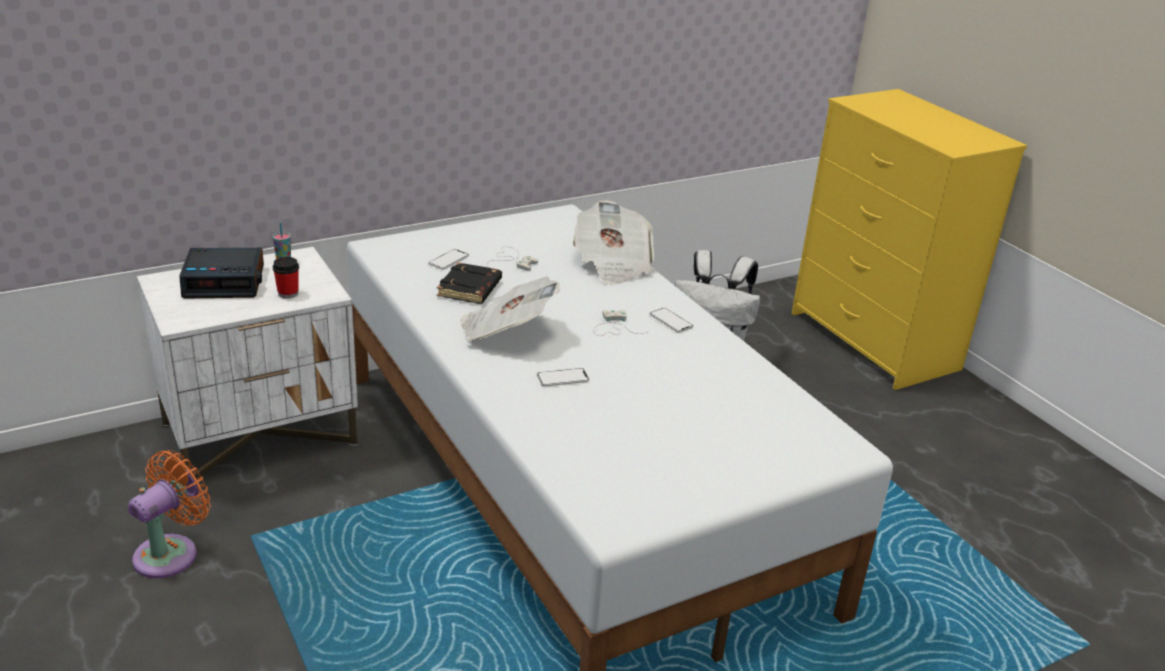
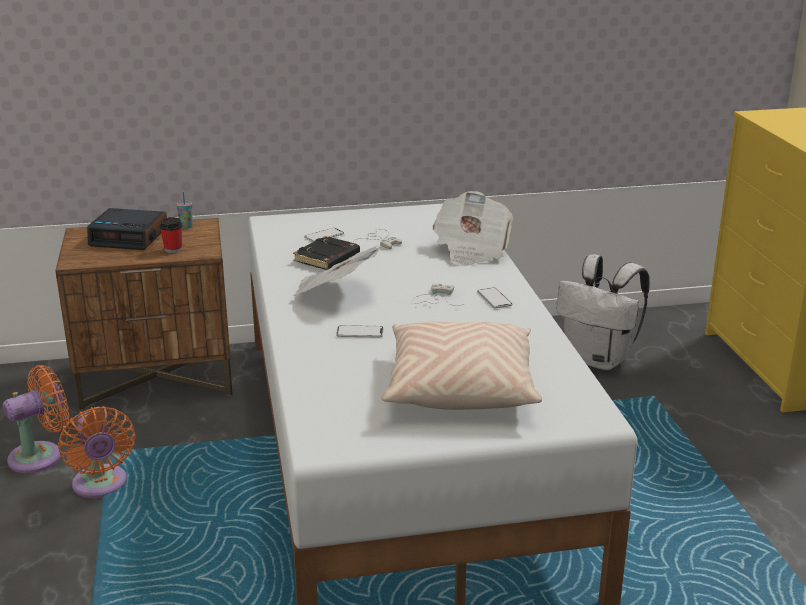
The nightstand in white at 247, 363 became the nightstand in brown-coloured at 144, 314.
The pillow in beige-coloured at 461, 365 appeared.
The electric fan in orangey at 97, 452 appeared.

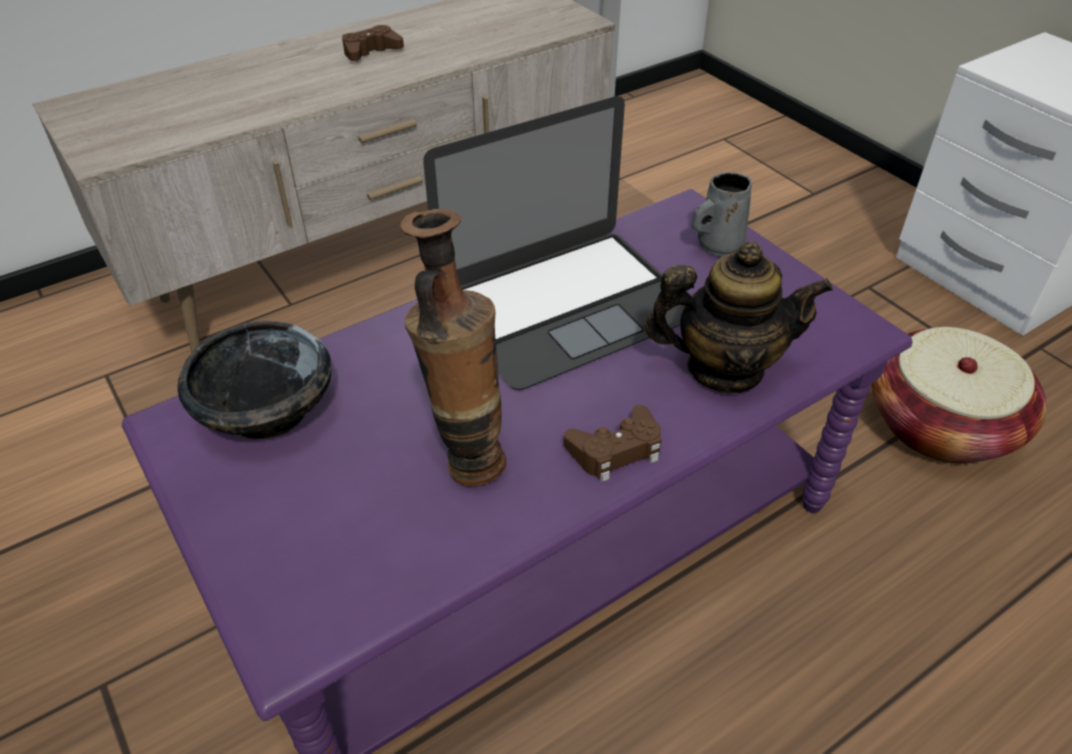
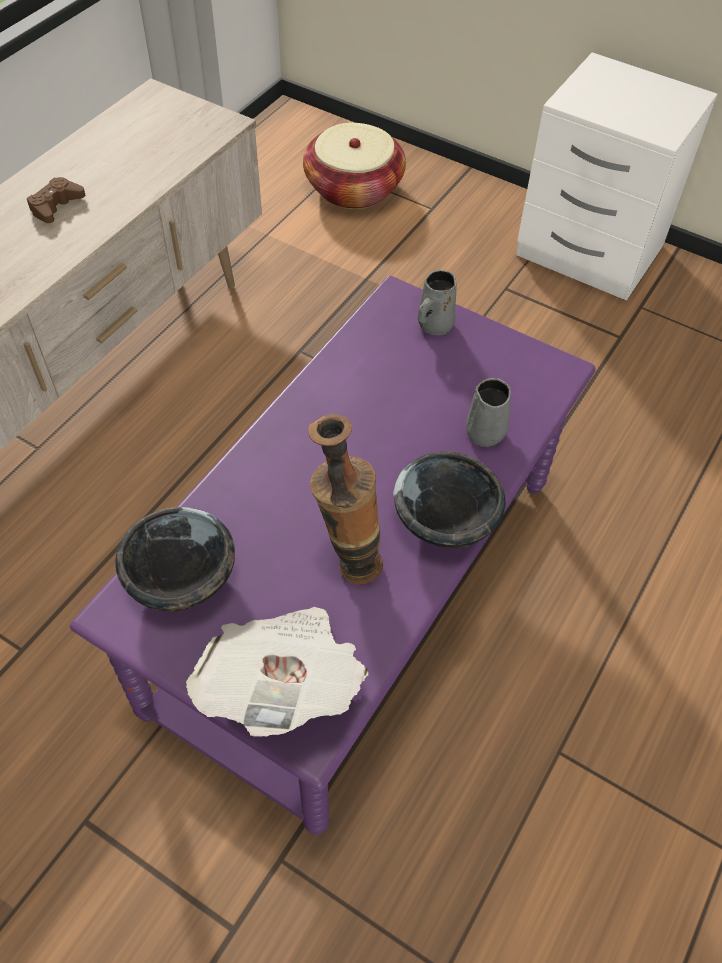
The notebook computer at 554, 243 disappeared.
The tea pot at 738, 317 was replaced by the mug in grey at 488, 412.
The household basket moved from 959, 395 to 354, 166.
The gamepad in brown-coloured at 613, 443 was replaced by the serving bowl in black-coloured at 449, 499.
The printed paper at 277, 672 appeared.

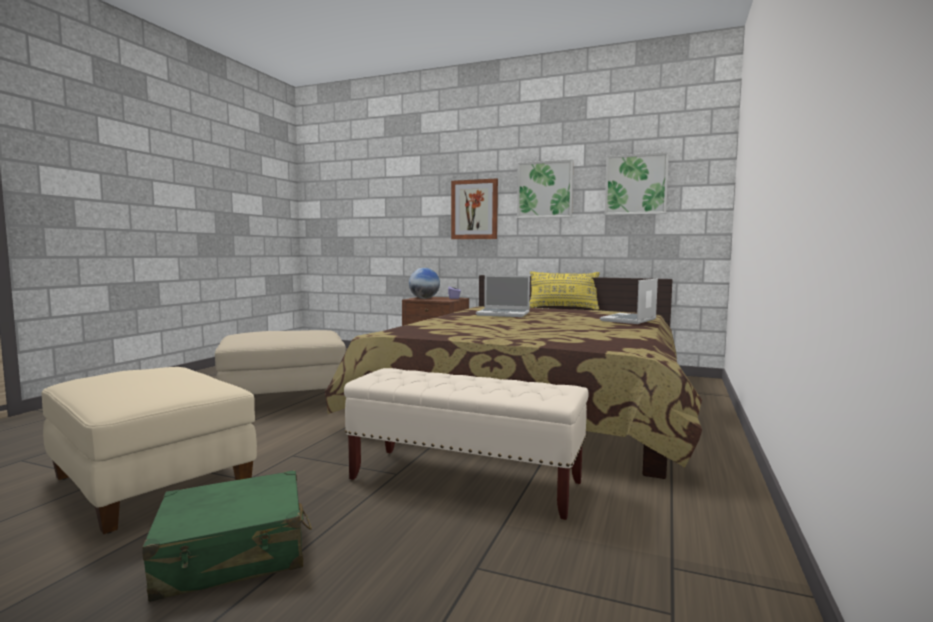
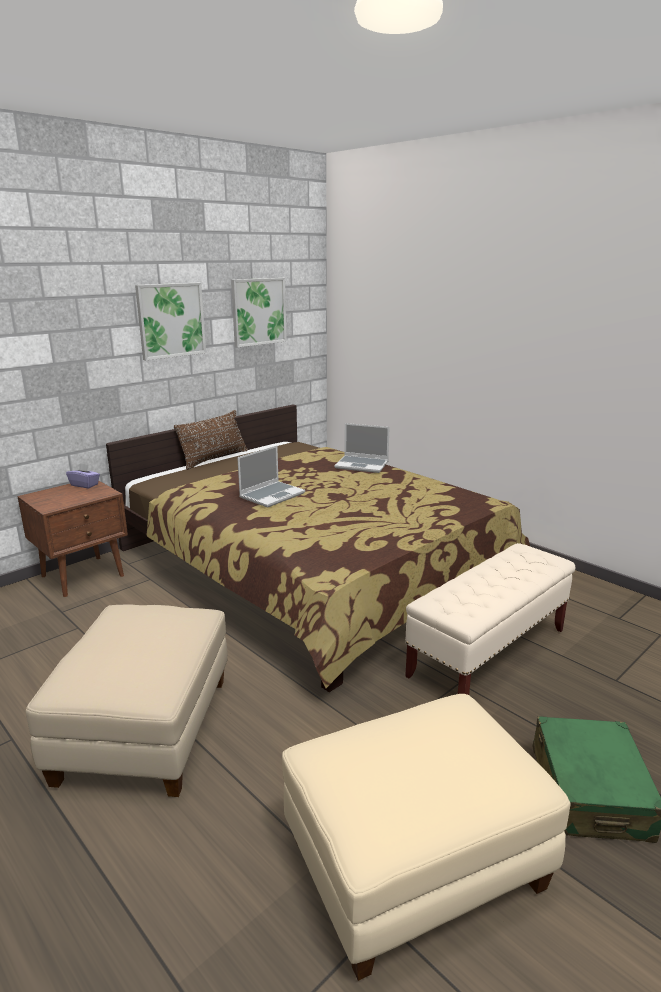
The wall picture at 474, 208 disappeared.
The desk globe at 424, 283 disappeared.
The pillow in yellow-coloured at 564, 290 became the pillow in brown-coloured at 211, 440.
The notebook computer at 629, 301 turned 45 degrees counterclockwise.

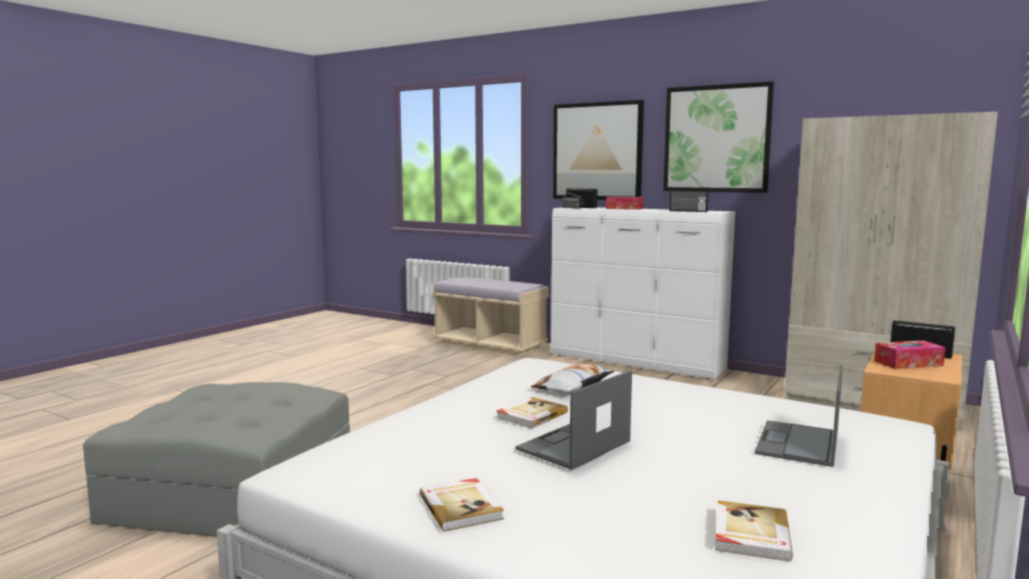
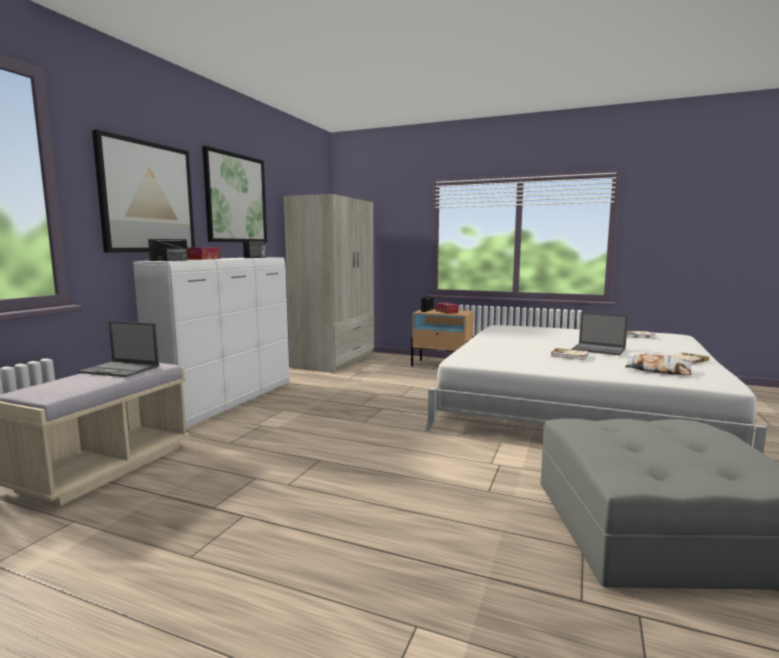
The pillow moved from 572, 379 to 659, 364.
The notebook computer moved from 799, 416 to 118, 349.

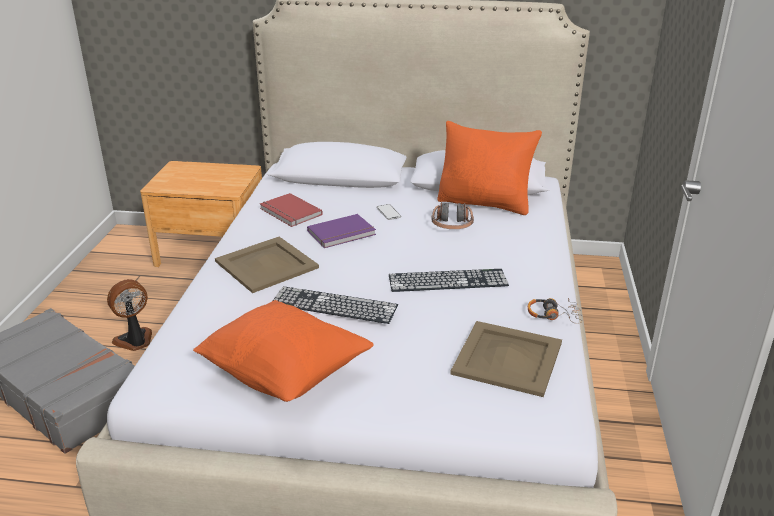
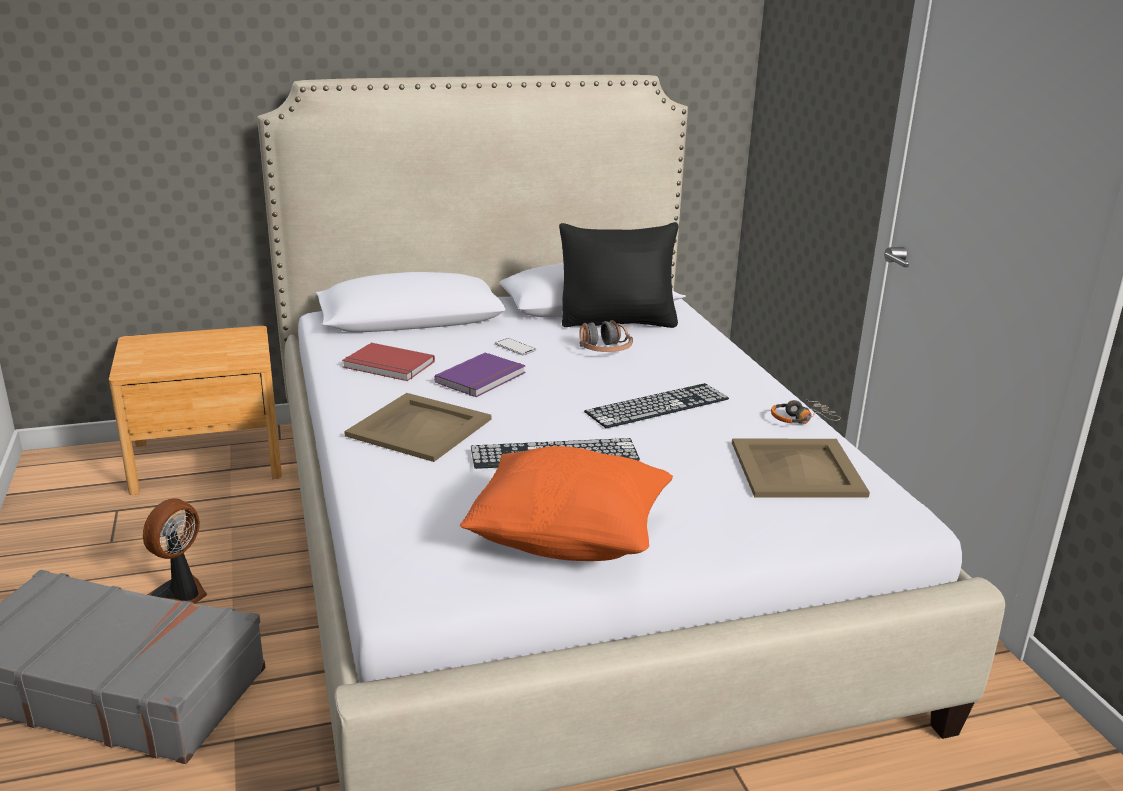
The pillow in orangey at 489, 168 became the pillow in black-coloured at 618, 275.

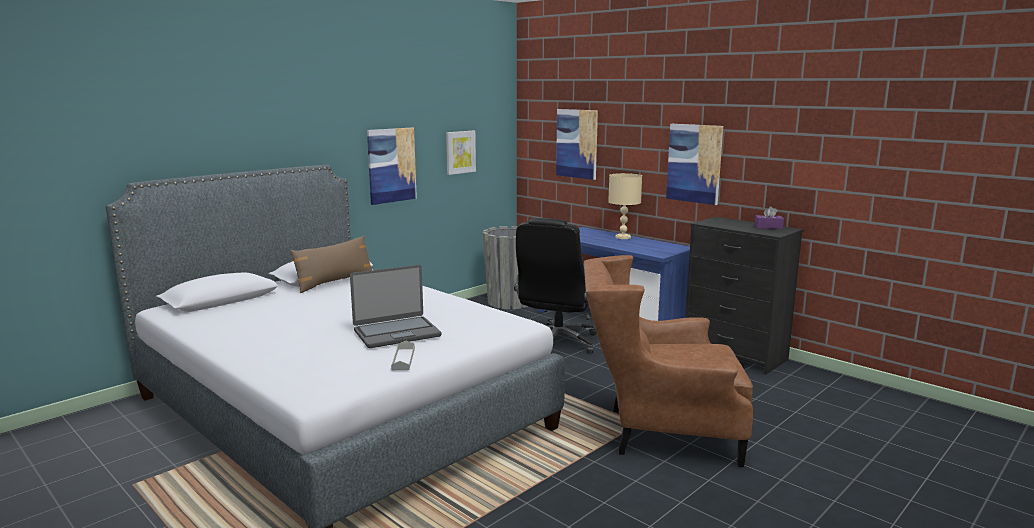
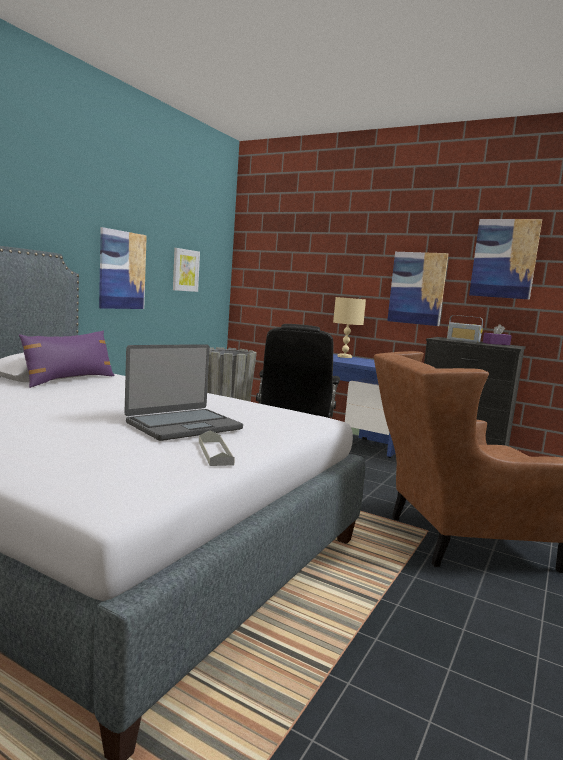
The wall picture moved from 577, 144 to 505, 259.
The pillow in brown-coloured at 331, 264 became the pillow in purplish at 66, 359.
The radio set at 465, 329 appeared.

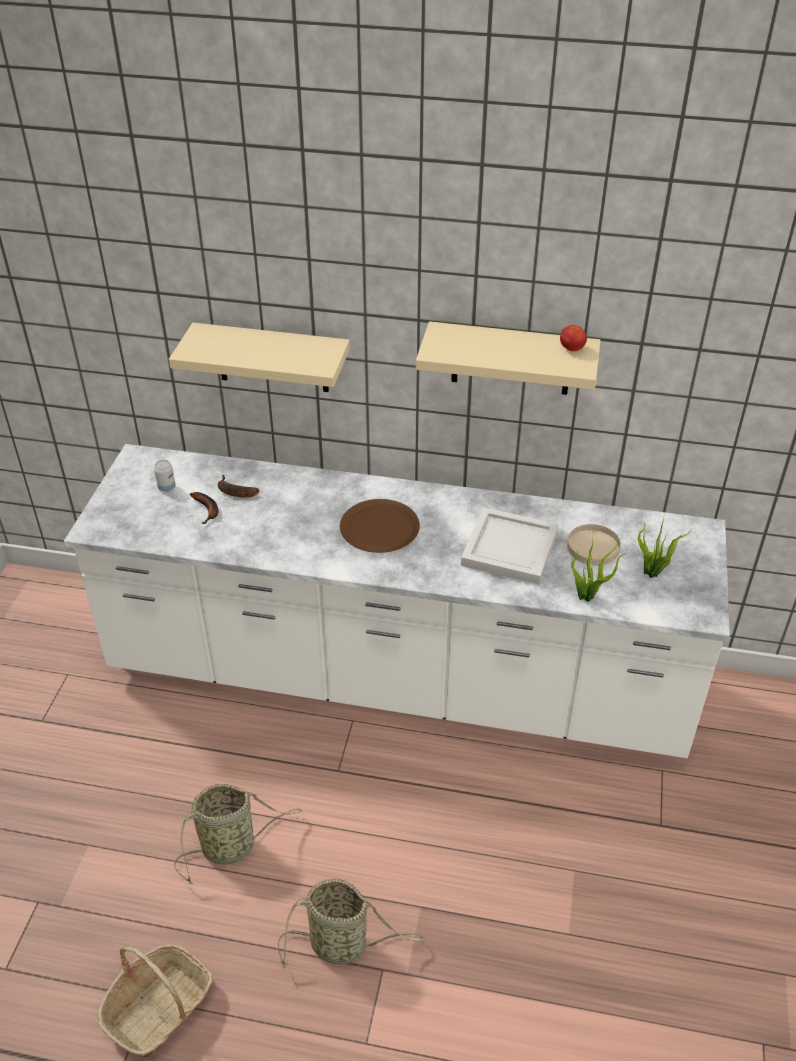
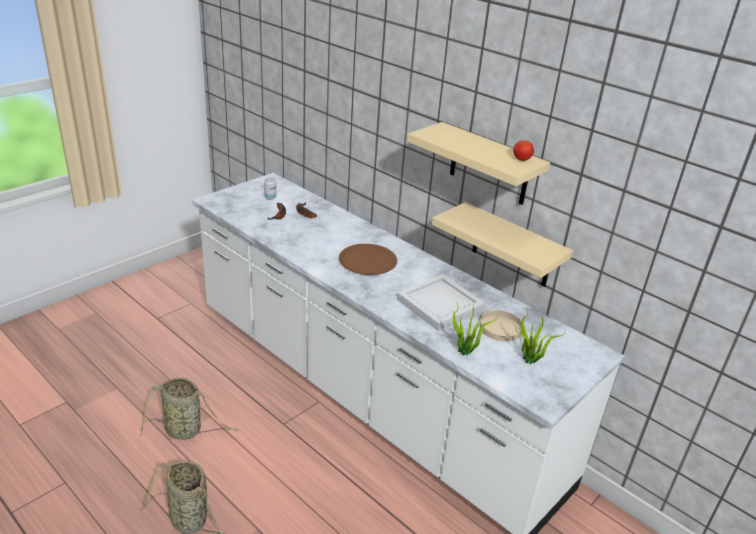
The shelf in beige-coloured moved from 259, 357 to 502, 244.
The household basket at 155, 1000 disappeared.

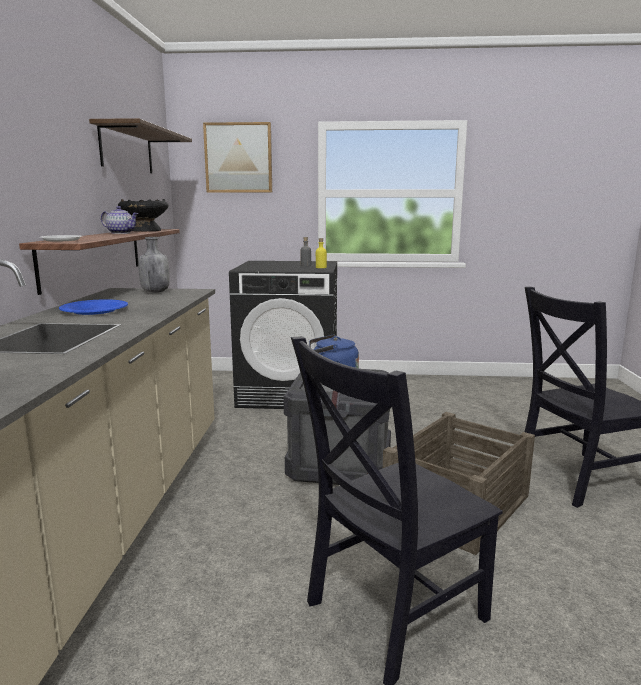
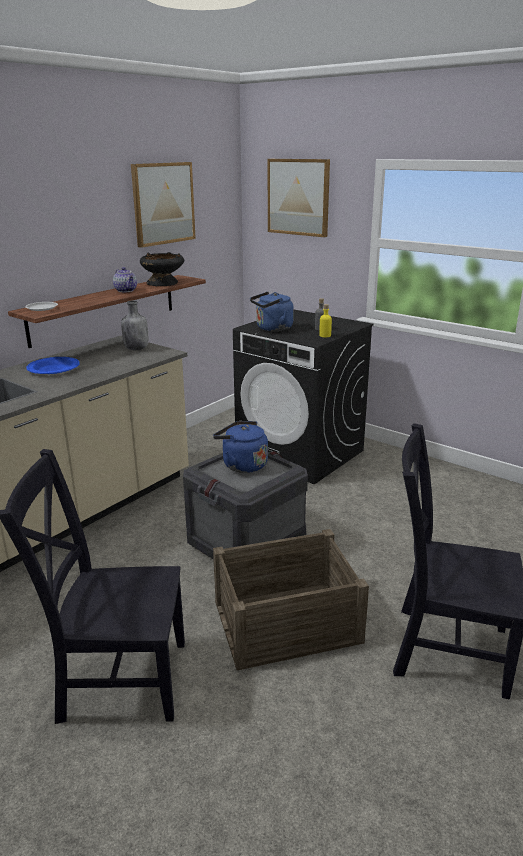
The shelf at 140, 145 was replaced by the wall picture at 163, 205.
The water kettle in blue-coloured at 272, 311 appeared.

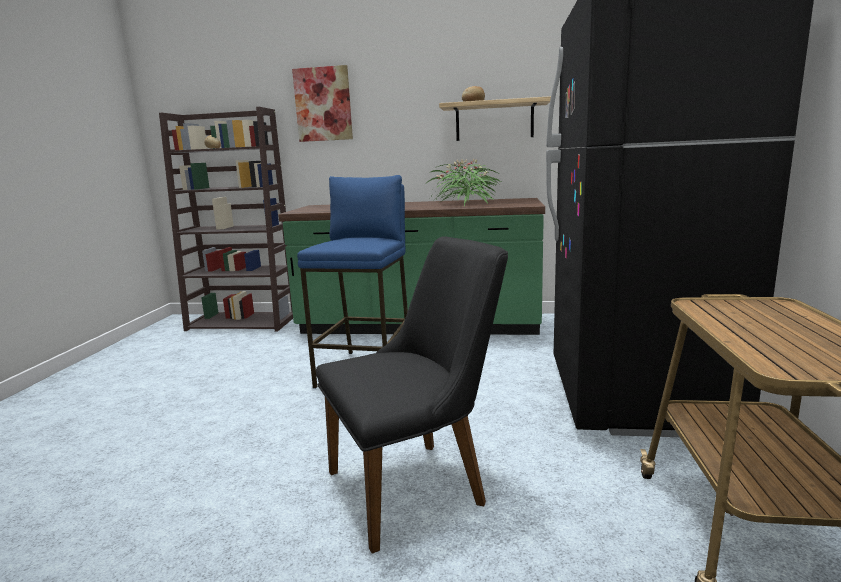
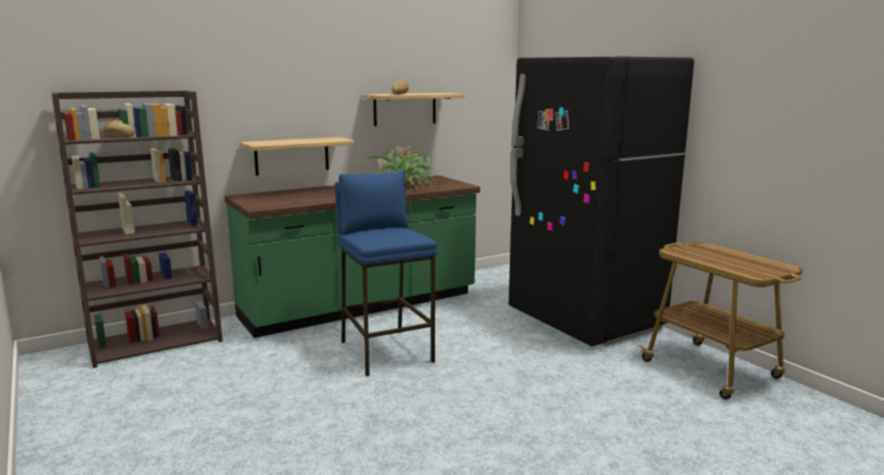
The wall picture at 322, 103 disappeared.
The upright chair in black-coloured at 412, 395 disappeared.
The shelf at 297, 156 appeared.

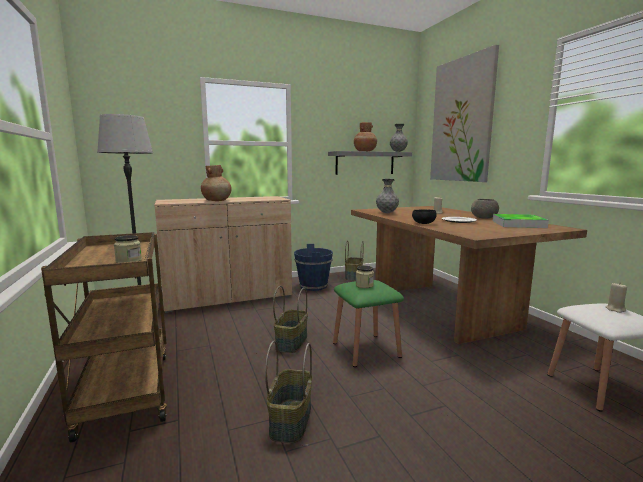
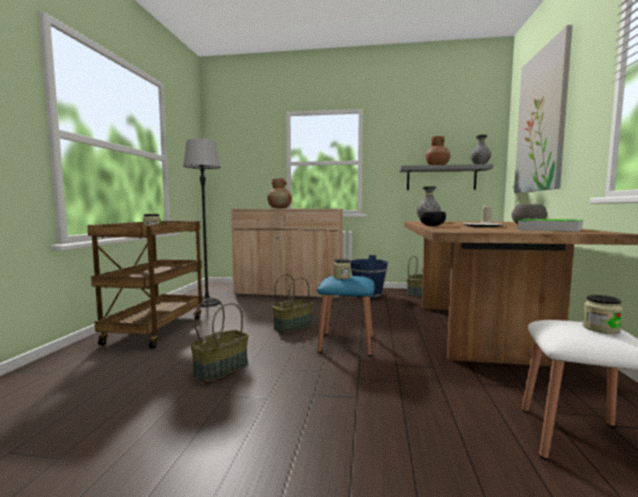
The stool seat in greenish at 368, 323 became the stool seat in blue-coloured at 346, 316.
The wax light in beige-coloured at 616, 298 was replaced by the storage jar at 602, 314.

